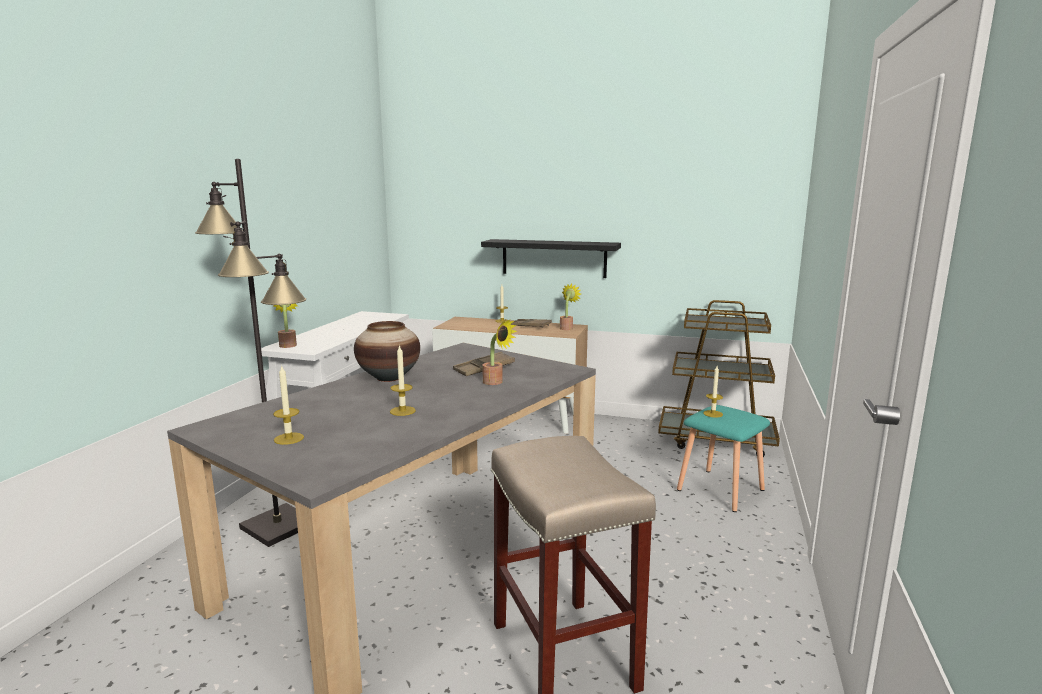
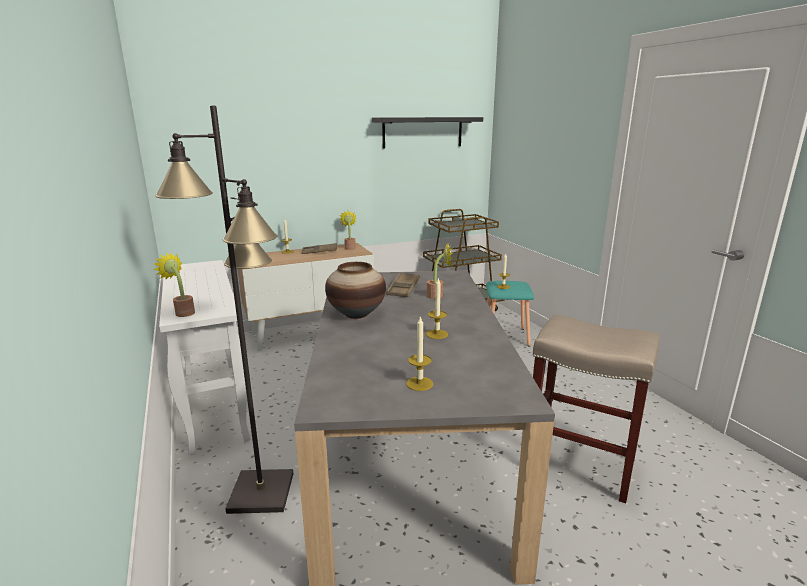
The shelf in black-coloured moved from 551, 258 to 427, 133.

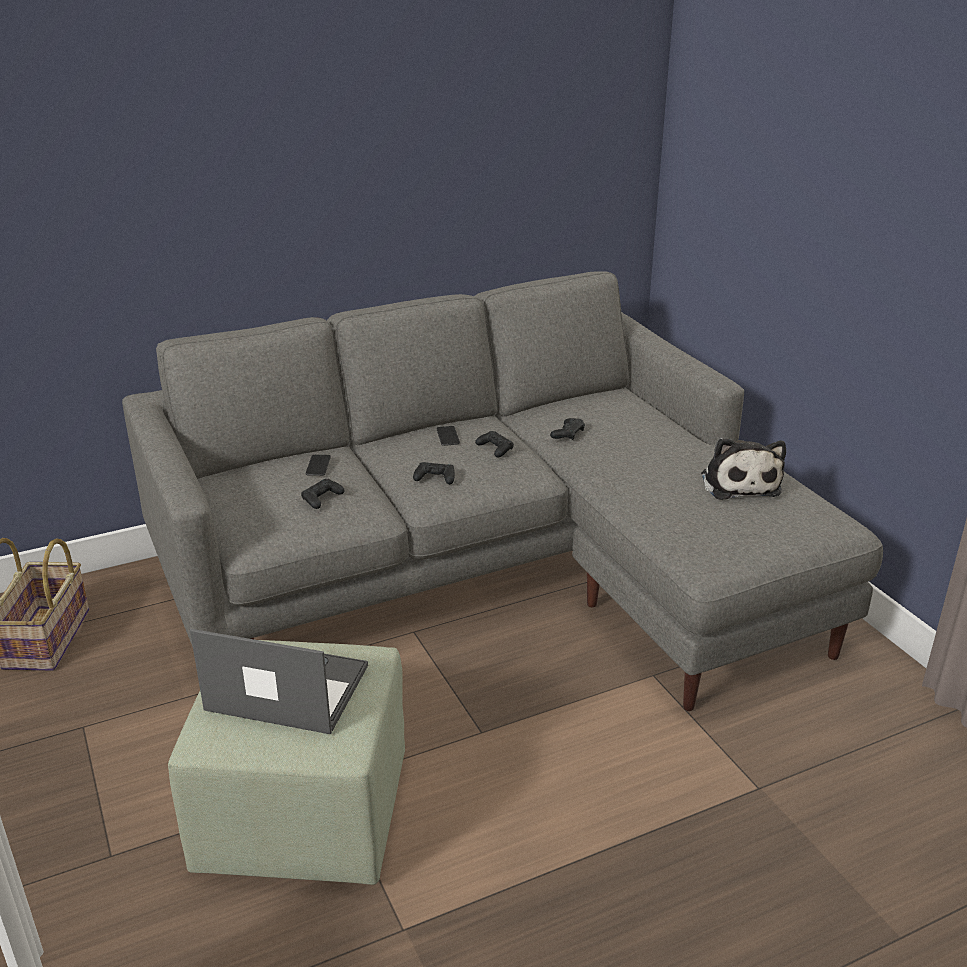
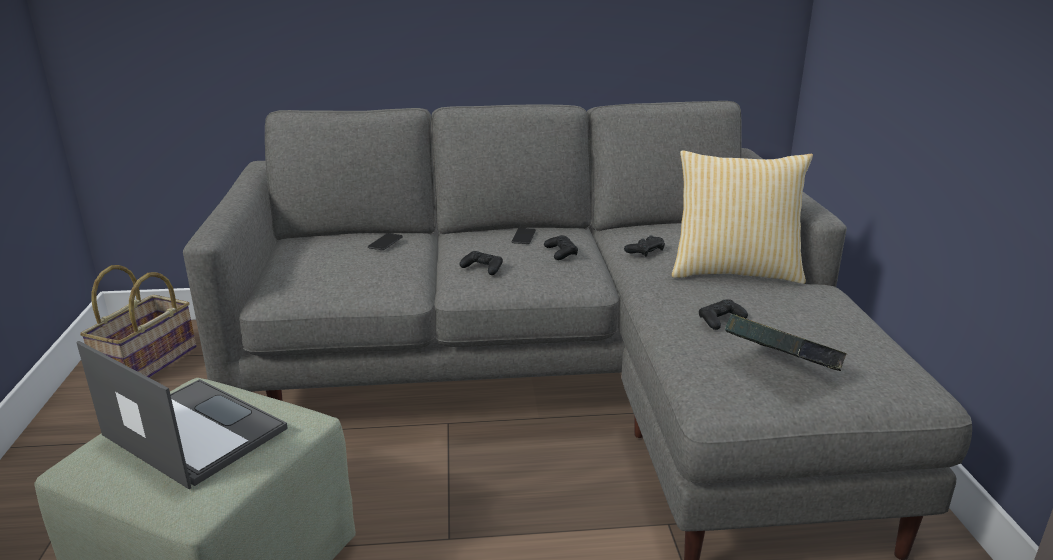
The soft toy at 743, 469 disappeared.
The gamepad in black-coloured moved from 323, 494 to 723, 314.
The pillow at 742, 217 appeared.
The bound book at 786, 342 appeared.

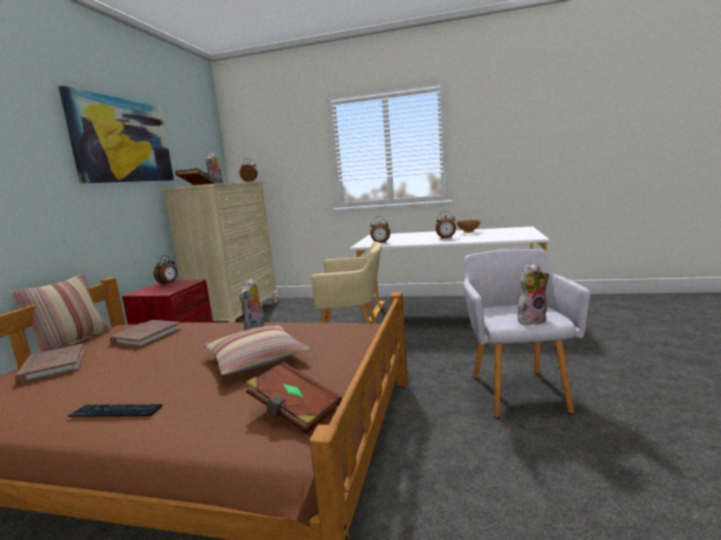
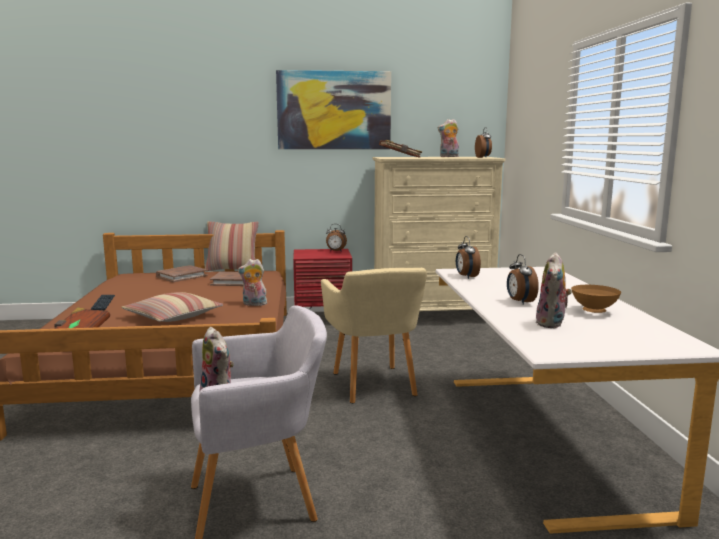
The soft toy at 553, 290 appeared.

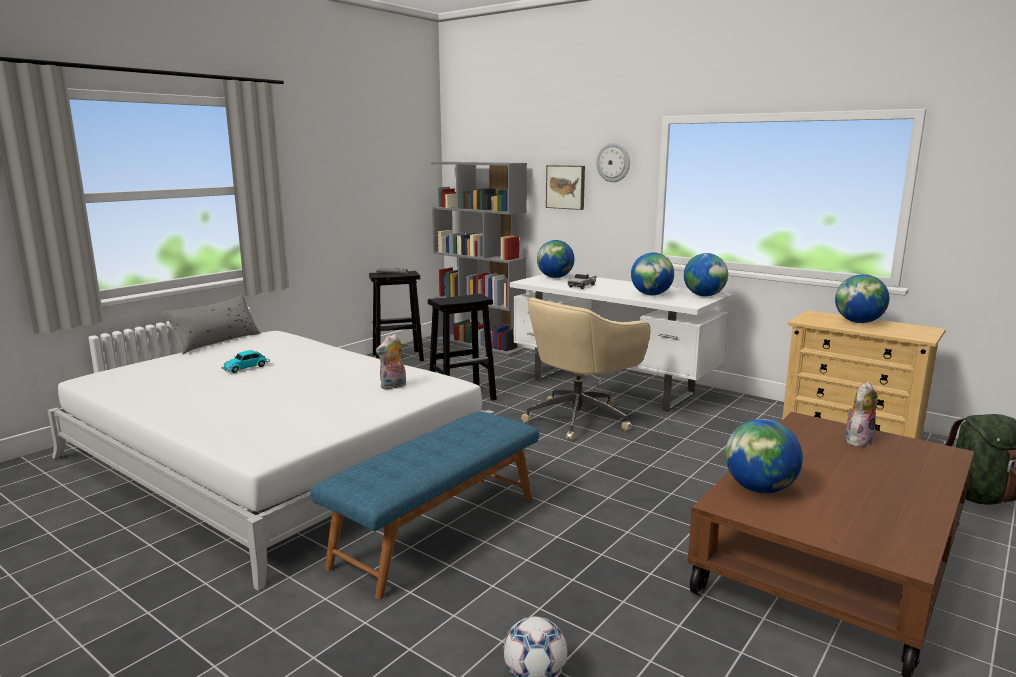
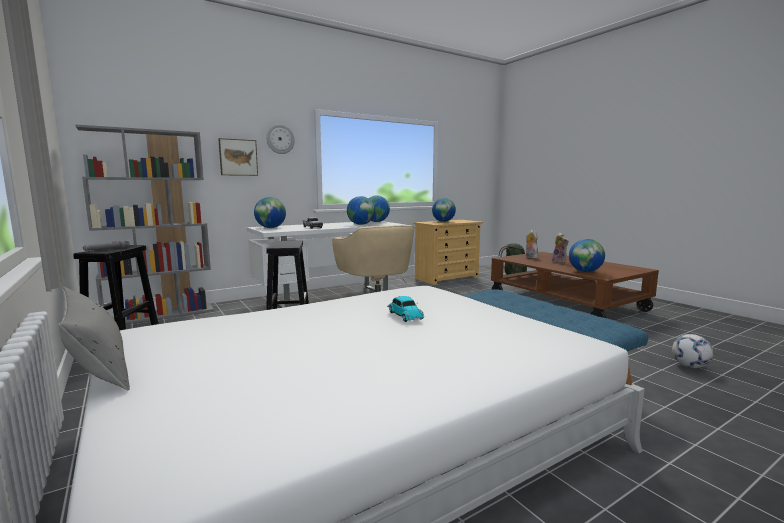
The soft toy moved from 391, 362 to 560, 248.
The model car moved from 246, 362 to 405, 309.

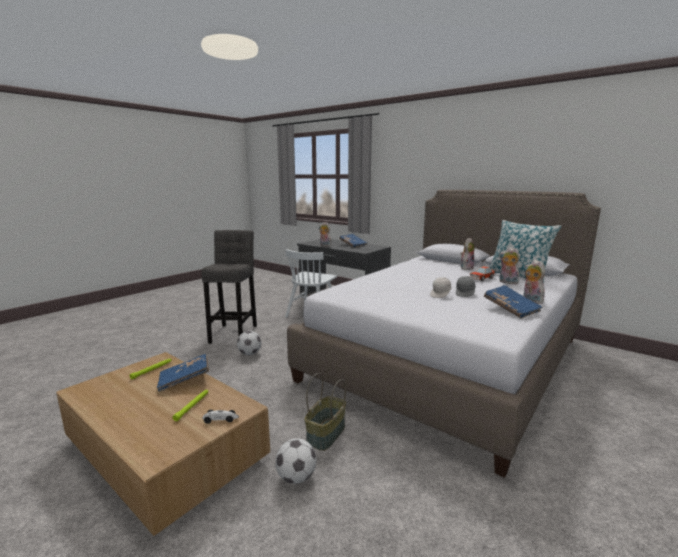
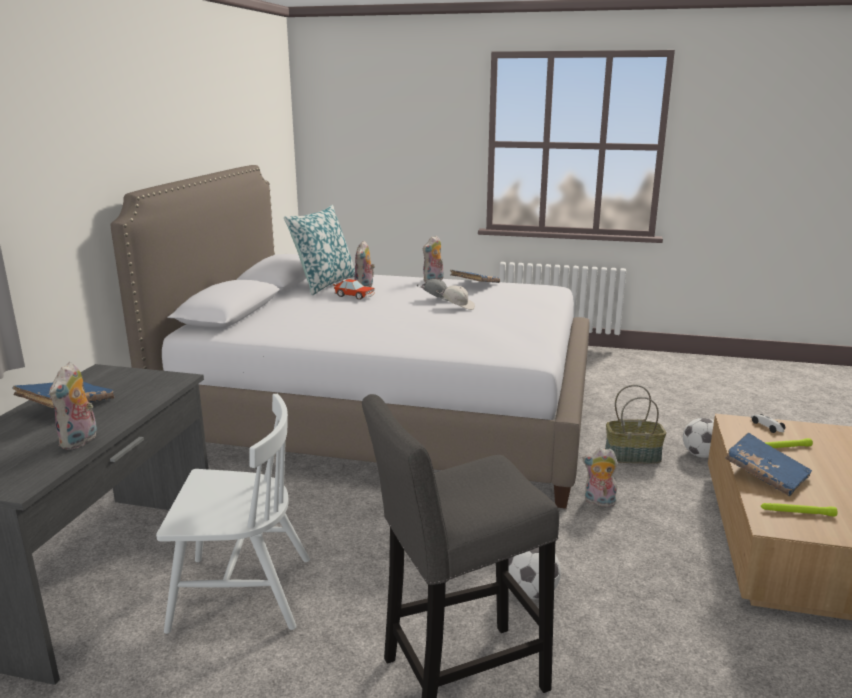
The soft toy moved from 468, 254 to 600, 477.

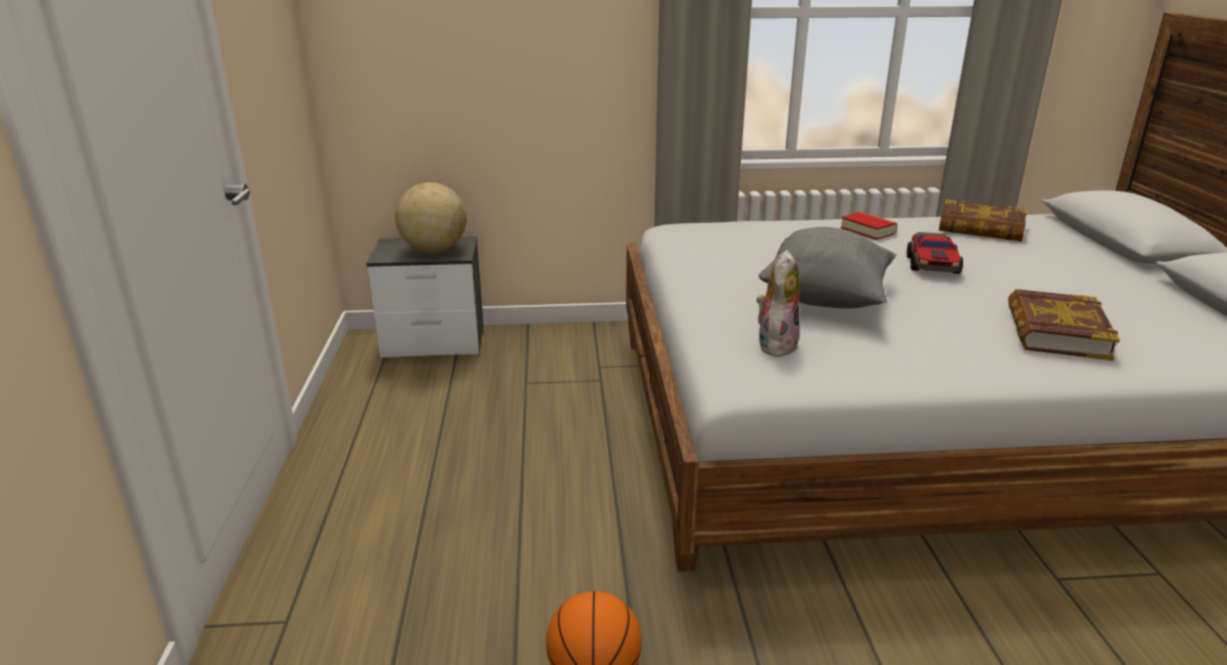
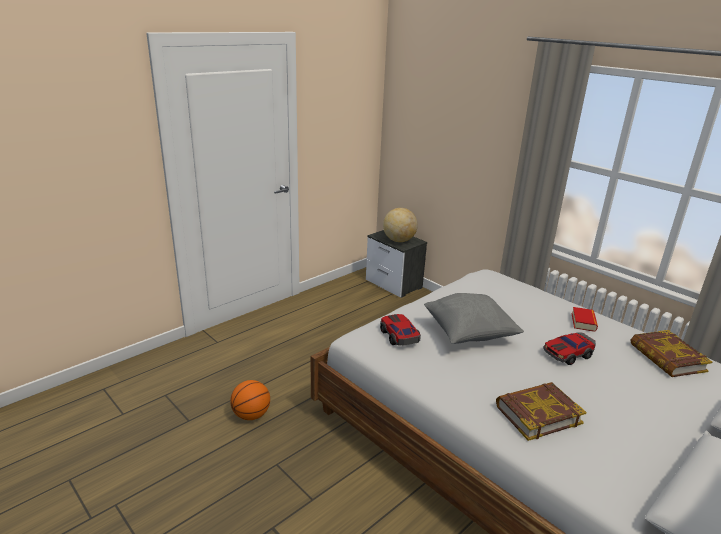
The soft toy at 778, 303 was replaced by the model car at 400, 330.

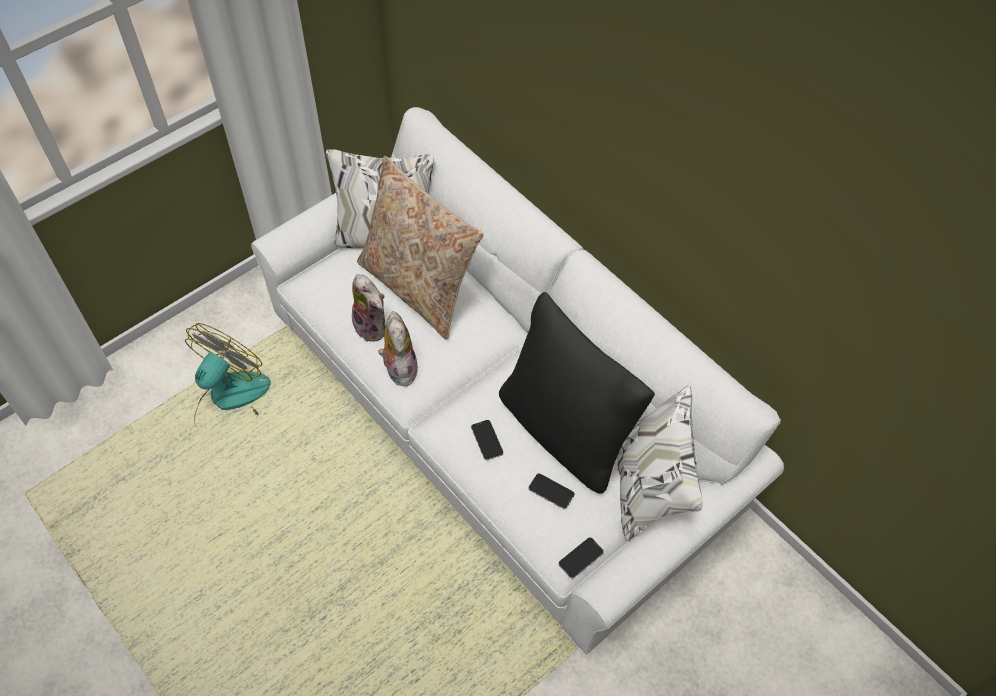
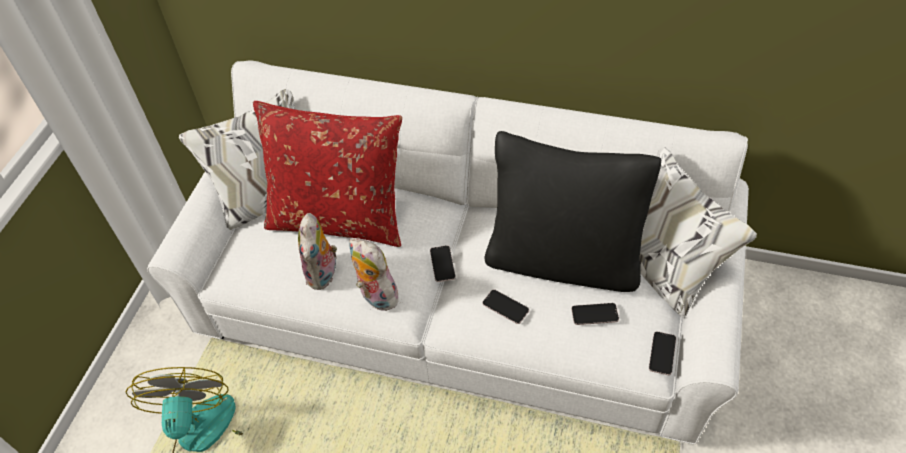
The pillow in beige-coloured at 420, 248 became the pillow in red at 327, 174.
The soft toy at 368, 308 turned 75 degrees clockwise.
The phone at 443, 263 appeared.

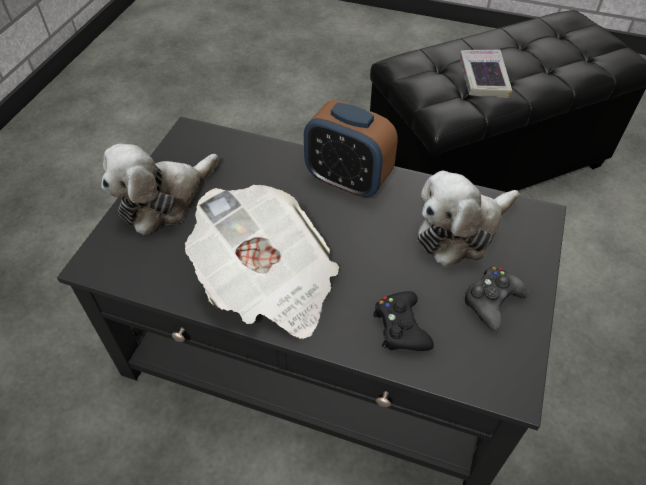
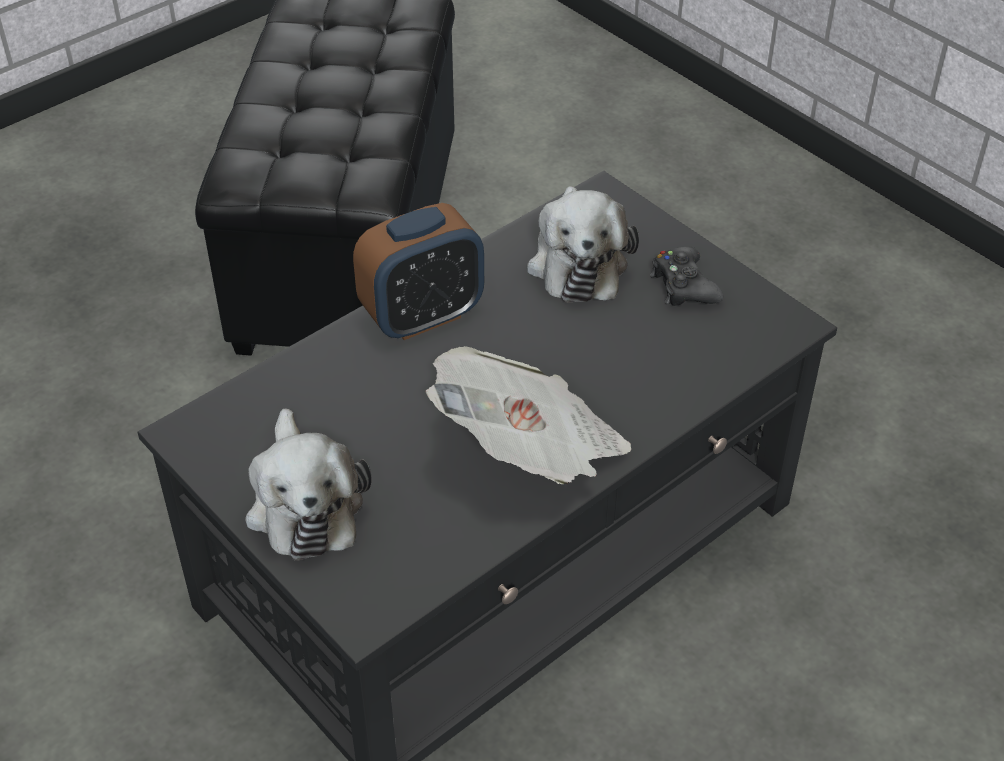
The bound book at 485, 74 disappeared.
The gamepad in black-coloured at 403, 321 disappeared.

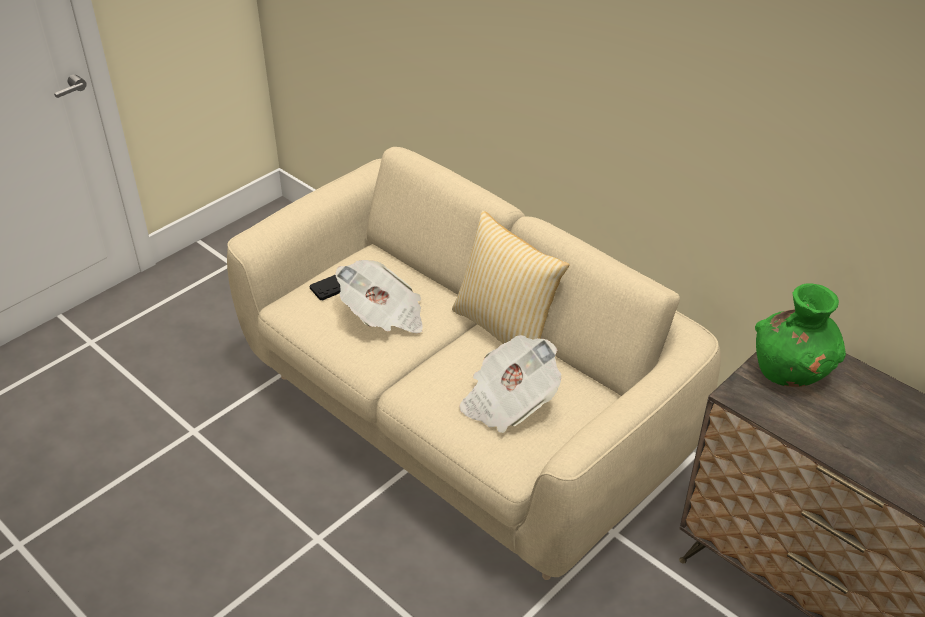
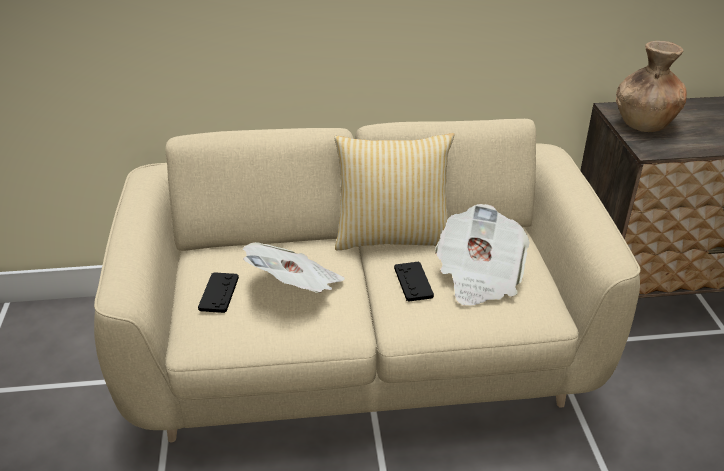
The vase in greenish at 800, 335 became the vase in brown-coloured at 651, 86.
The gamepad in black-coloured at 414, 282 appeared.

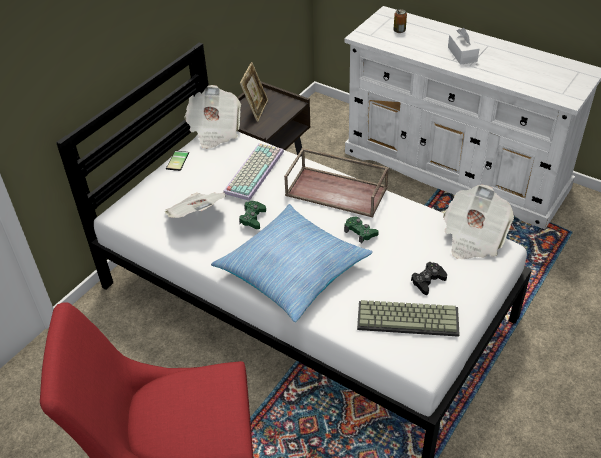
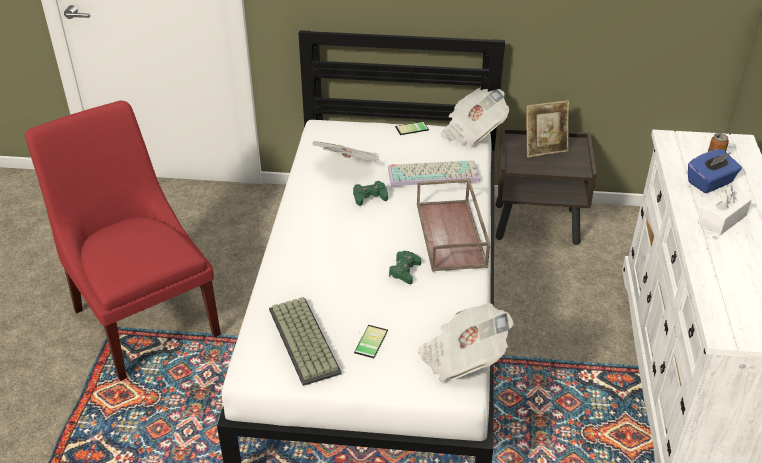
The pillow at 292, 263 disappeared.
The gamepad in black-coloured at 429, 278 was replaced by the phone at 371, 341.
The tissue holder in blue-coloured at 715, 171 appeared.

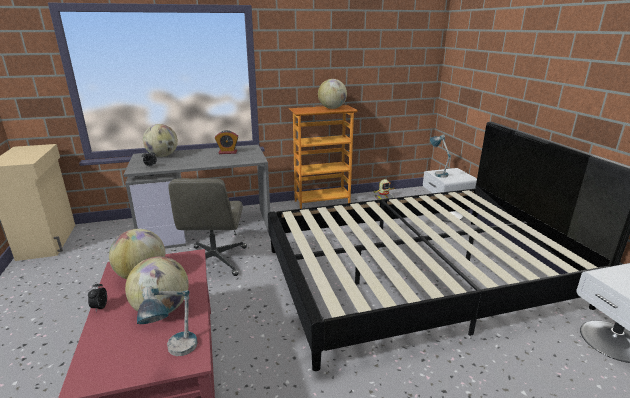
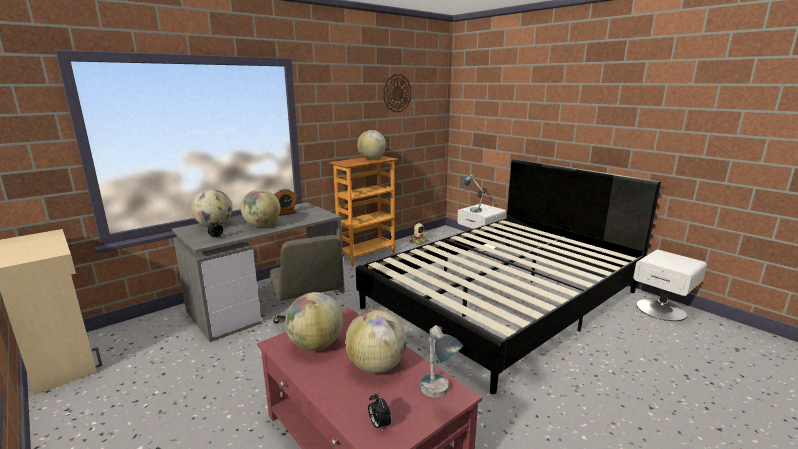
The alarm clock moved from 97, 297 to 379, 412.
The wall clock at 397, 93 appeared.
The desk globe at 260, 208 appeared.

